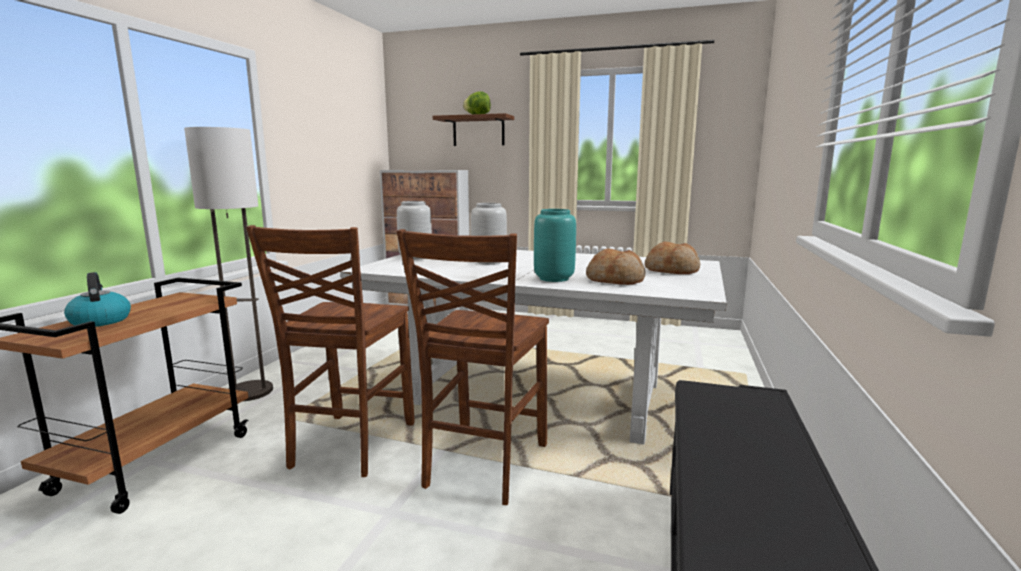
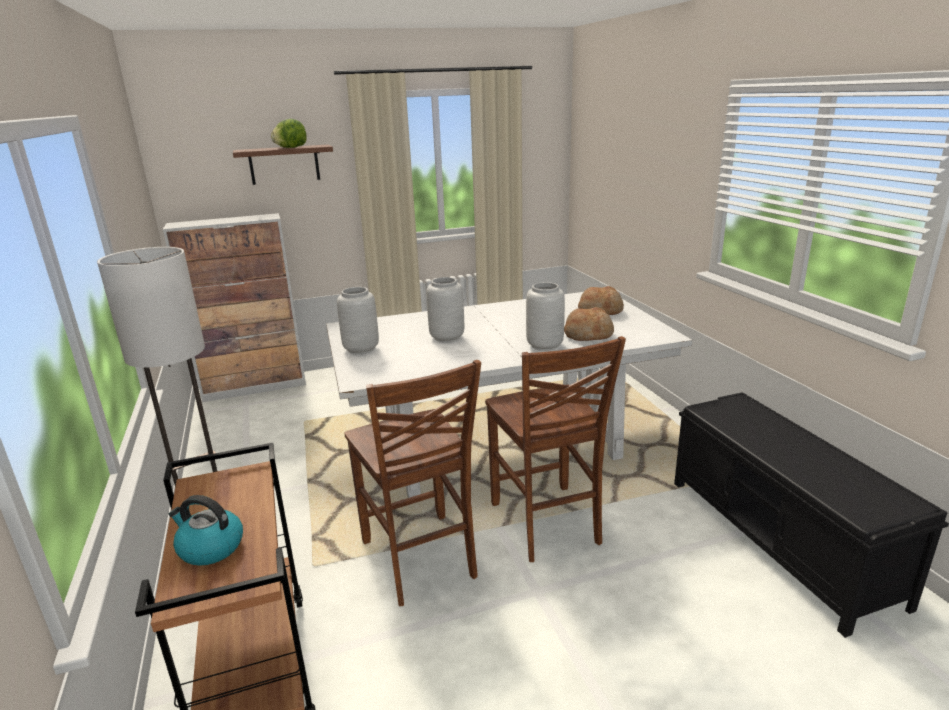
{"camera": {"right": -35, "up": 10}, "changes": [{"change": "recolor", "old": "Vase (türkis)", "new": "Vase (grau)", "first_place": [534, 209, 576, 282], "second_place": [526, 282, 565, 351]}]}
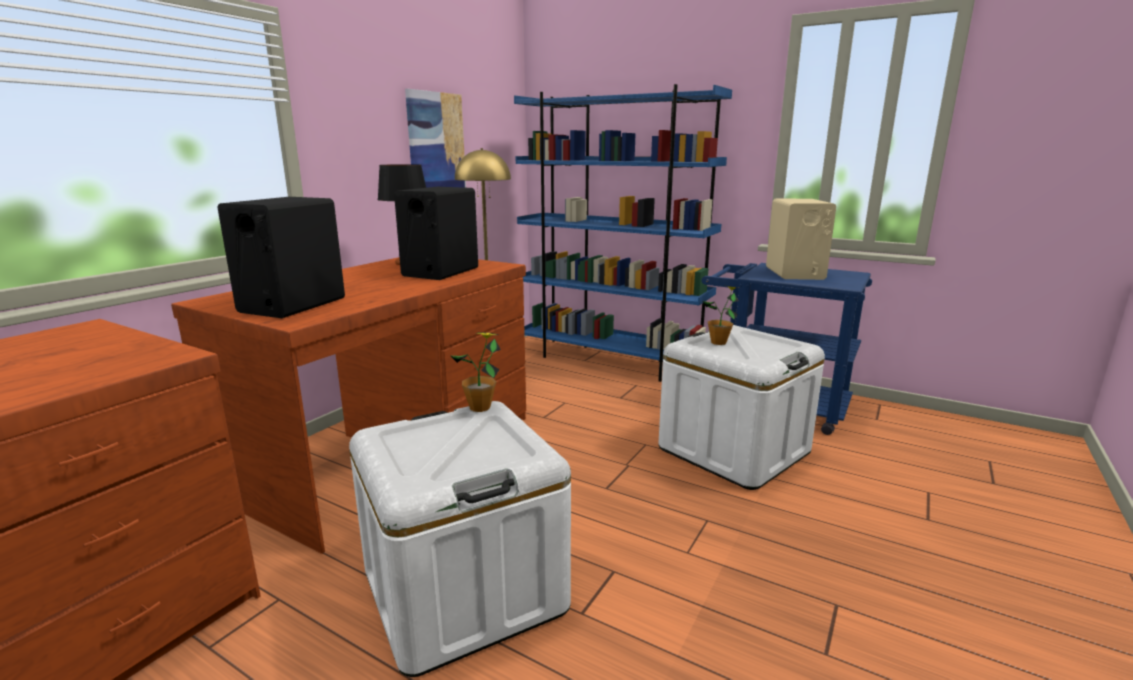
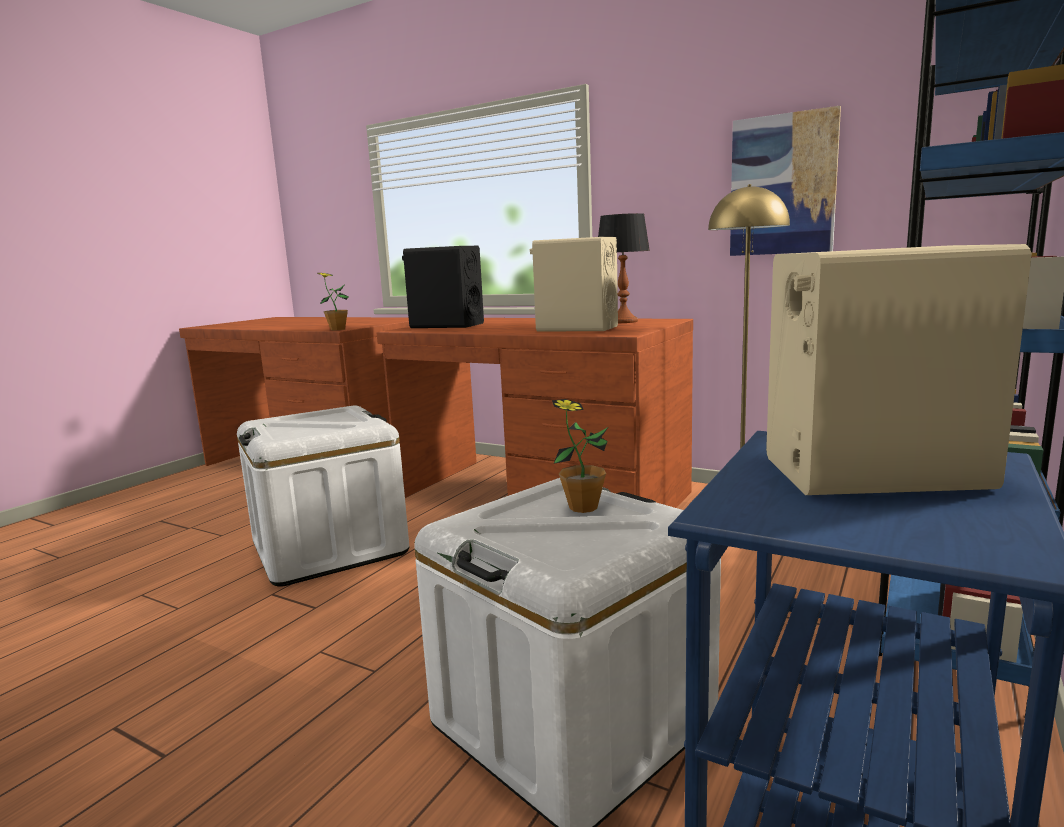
{"camera": {"right": 90, "up": -5}, "changes": [{"change": "move", "old": "Topfpflanze", "first_place": [451, 332, 501, 412], "second_place": [317, 273, 348, 330]}, {"change": "recolor", "old": "Lautsprecher (schwarz)", "new": "Lautsprecher (beige)", "first_place": [394, 187, 478, 280], "second_place": [530, 237, 618, 331]}]}
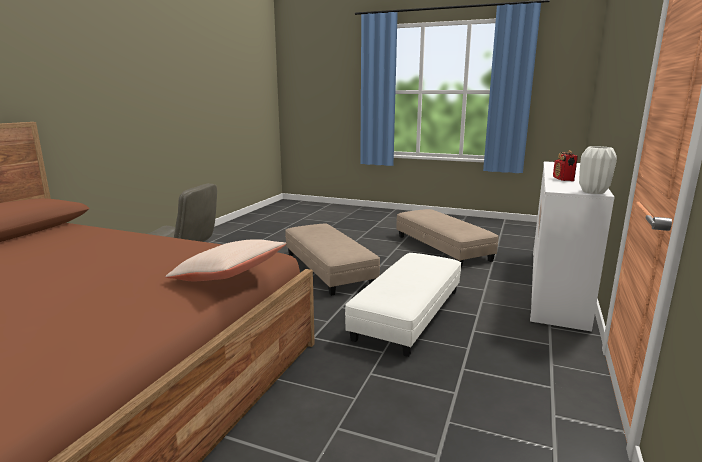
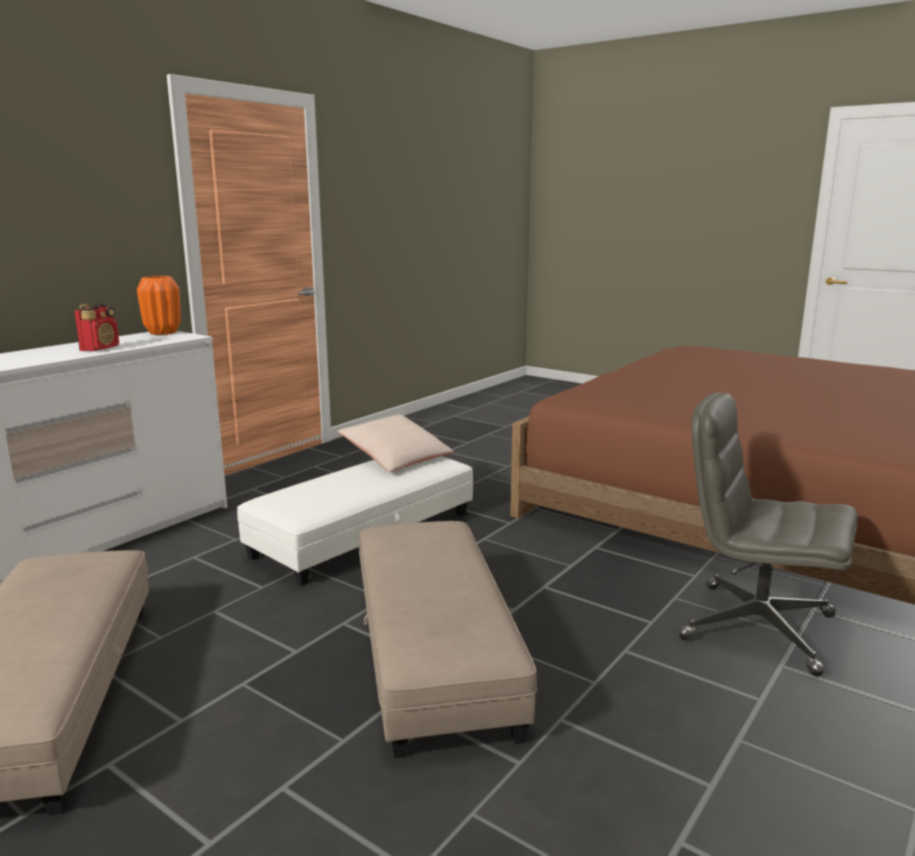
{"camera": {"right": -165, "up": 0}, "changes": [{"change": "recolor", "old": "Vase (weiß)", "new": "Vase (orange)", "first_place": [579, 146, 617, 194], "second_place": [137, 276, 181, 335]}, {"change": "move", "old": "Kissen (beige)", "first_place": [165, 239, 286, 281], "second_place": [337, 414, 453, 472]}]}
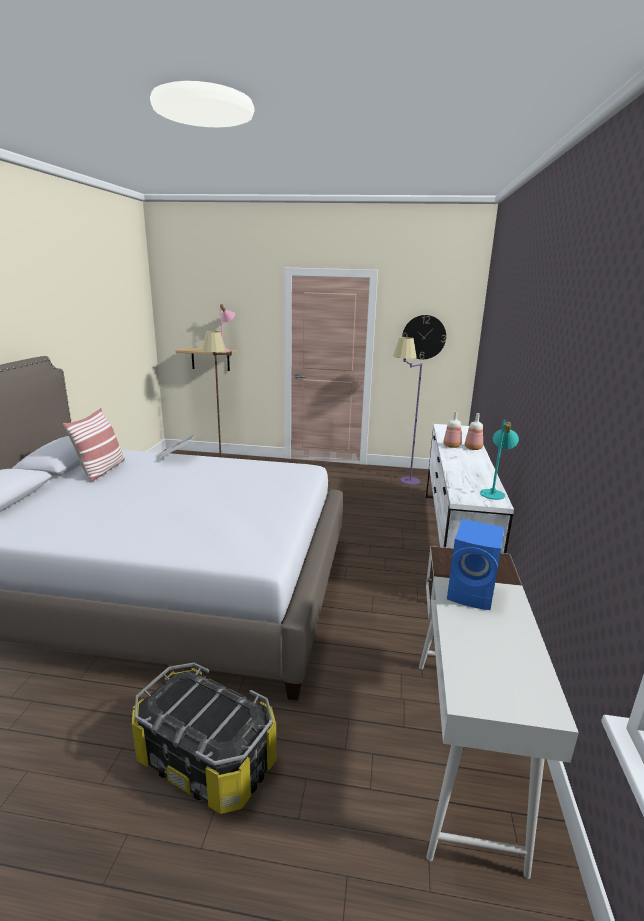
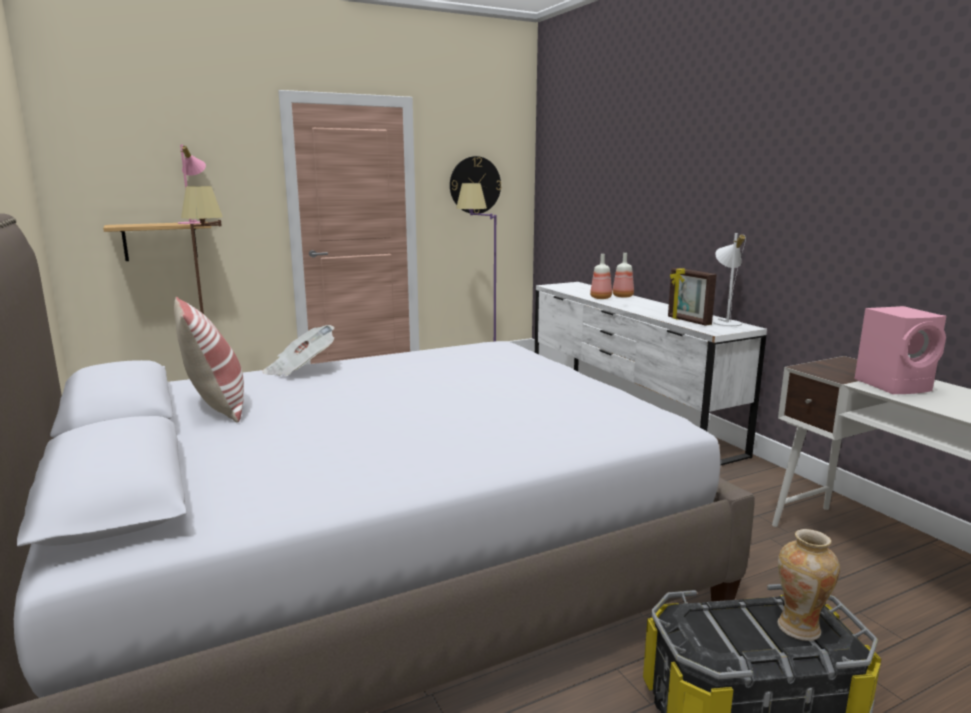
{"camera": {"right": -35, "up": -5}, "changes": [{"change": "insert", "new": "Bilderrahmen", "second_place": [668, 268, 717, 326]}, {"change": "recolor", "old": "Tischlampe (türkis)", "new": "Tischlampe (weiß)", "first_place": [480, 420, 519, 500], "second_place": [713, 233, 746, 326]}, {"change": "insert", "new": "Vase", "second_place": [777, 529, 840, 641]}, {"change": "recolor", "old": "Lautsprecher (blau)", "new": "Lautsprecher (rosa)", "first_place": [447, 519, 504, 610], "second_place": [854, 306, 946, 394]}]}
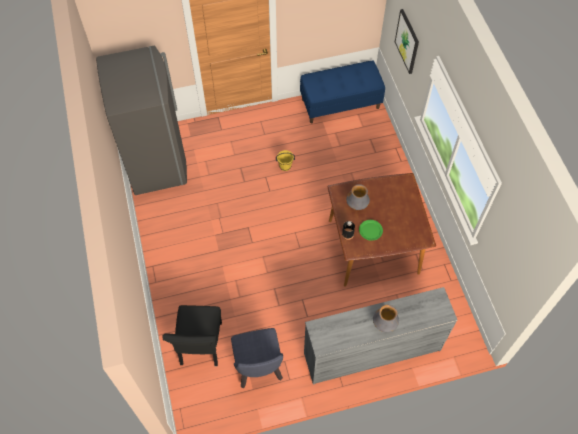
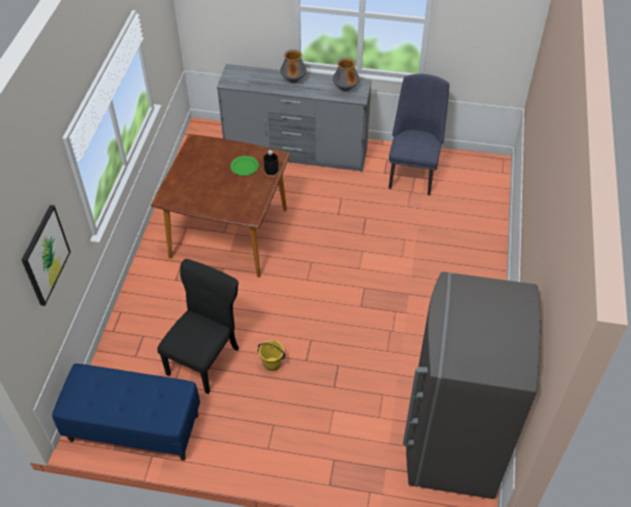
{"camera": {"right": -155, "up": -10}, "changes": [{"change": "move", "old": "Stuhl (schwarz)", "first_place": [163, 305, 222, 366], "second_place": [157, 259, 239, 394]}, {"change": "move", "old": "Vase", "first_place": [346, 184, 370, 210], "second_place": [333, 58, 359, 91]}]}
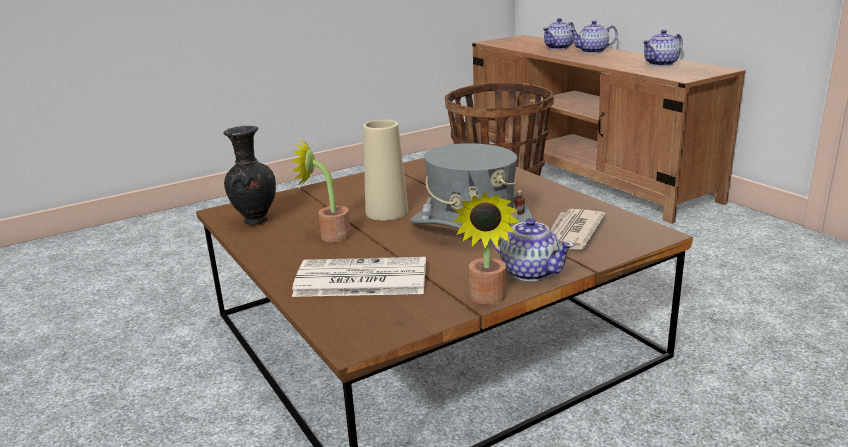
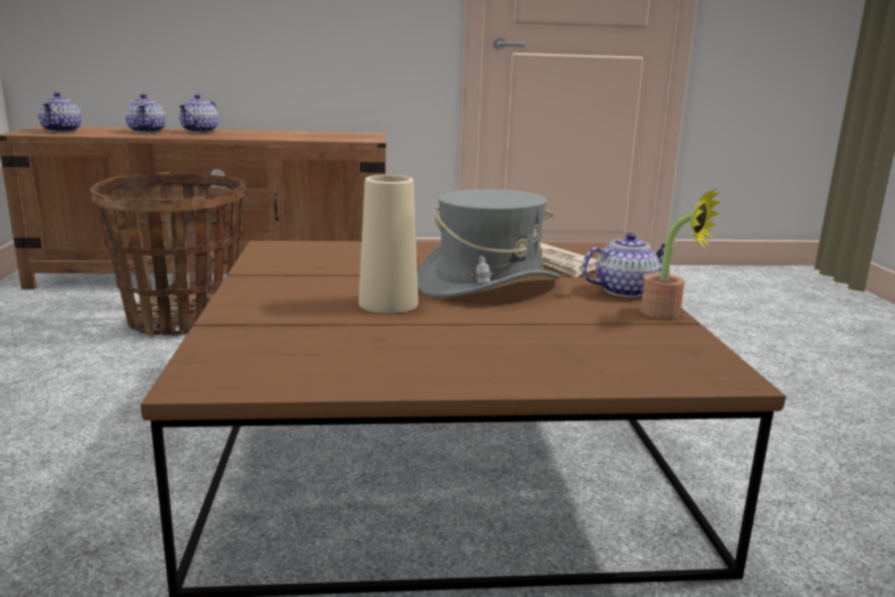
{"camera": {"right": -65, "up": -5}, "changes": [{"change": "move", "old": "Teekanne", "first_place": [642, 30, 683, 66], "second_place": [38, 92, 81, 132]}, {"change": "delete", "old": "Vase (schwarz)", "first_place": [223, 125, 276, 226]}, {"change": "delete", "old": "Topfpflanze", "first_place": [292, 138, 351, 243]}, {"change": "delete", "old": "Zeitung", "first_place": [292, 257, 426, 297]}]}
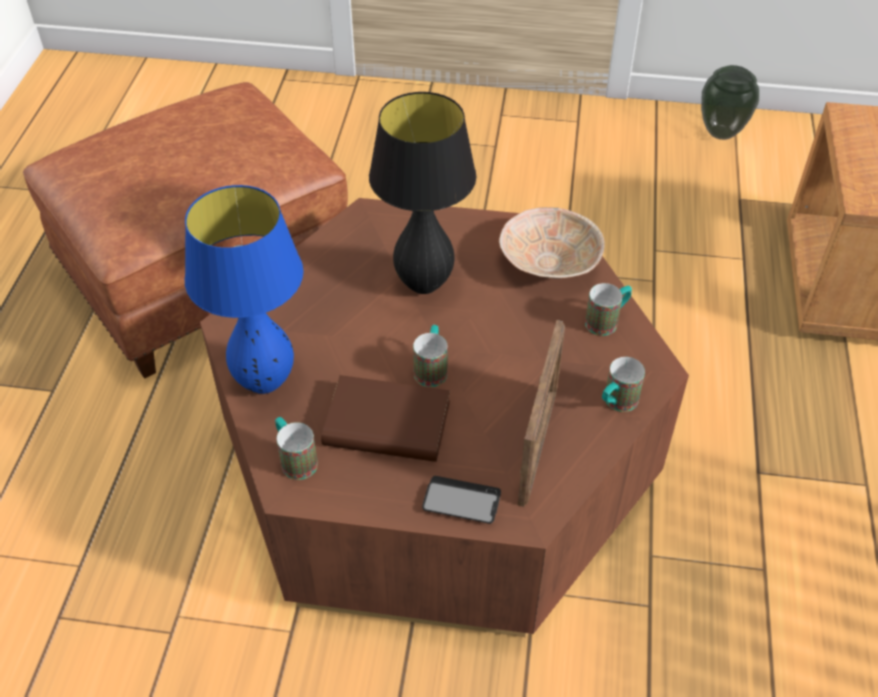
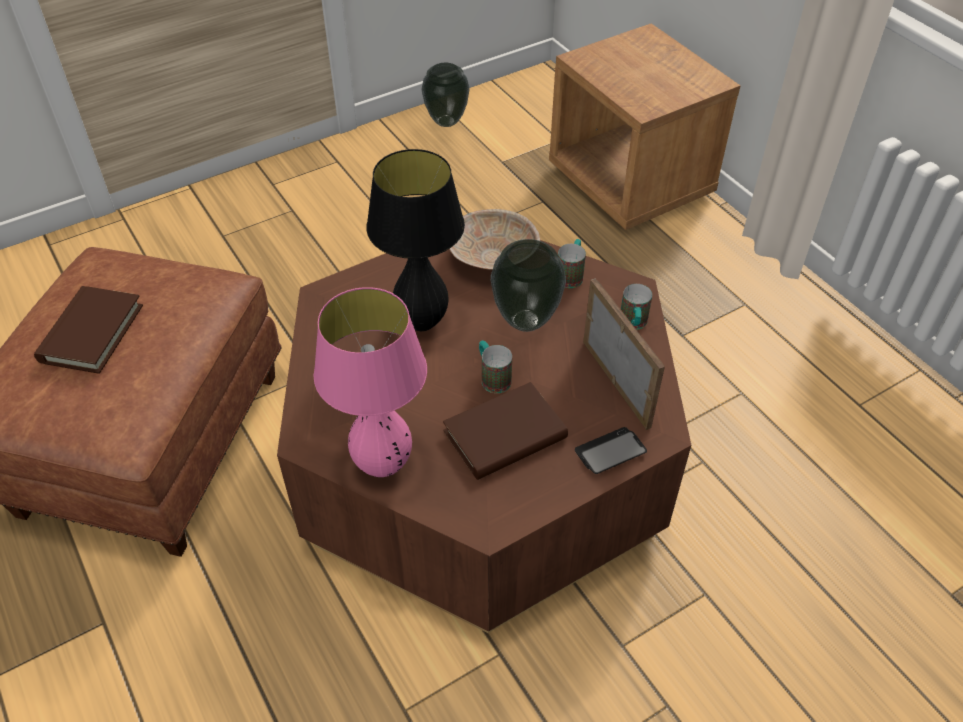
{"camera": {"right": -40, "up": 0}, "changes": [{"change": "insert", "new": "Buch (braun)", "second_place": [34, 286, 143, 374]}, {"change": "recolor", "old": "Tischlampe (blau)", "new": "Tischlampe (rosa)", "first_place": [185, 185, 304, 394], "second_place": [314, 287, 427, 477]}, {"change": "insert", "new": "Vase", "second_place": [491, 239, 566, 332]}, {"change": "delete", "old": "Henkelbecher", "first_place": [275, 417, 318, 480]}]}
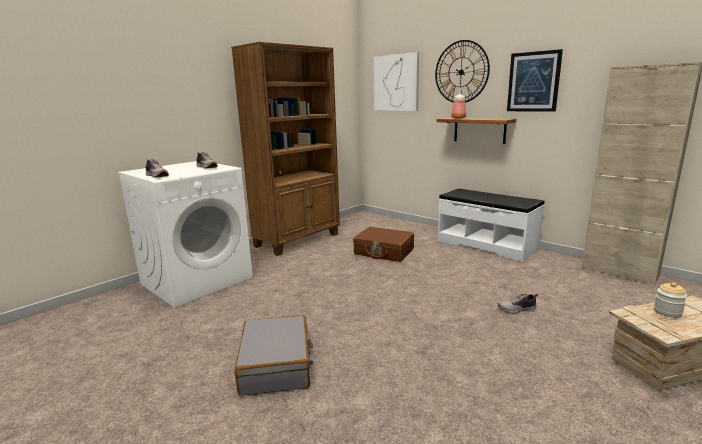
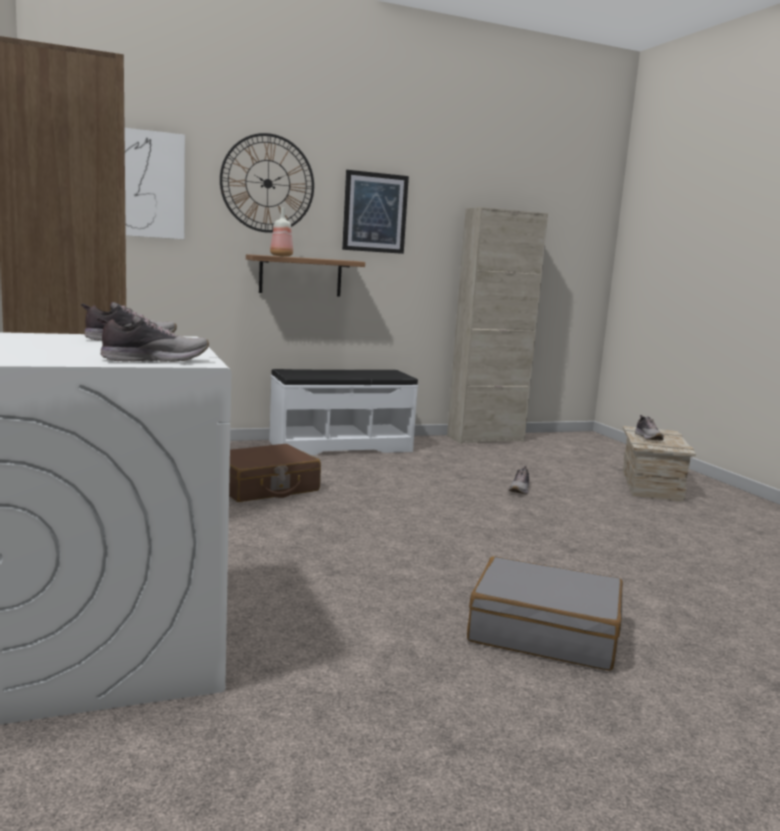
{"camera": {"right": -65, "up": -5}, "changes": [{"change": "replace", "old": "Vorratsglas", "new": "Schuh", "first_place": [654, 282, 687, 318], "second_place": [635, 415, 664, 441]}]}
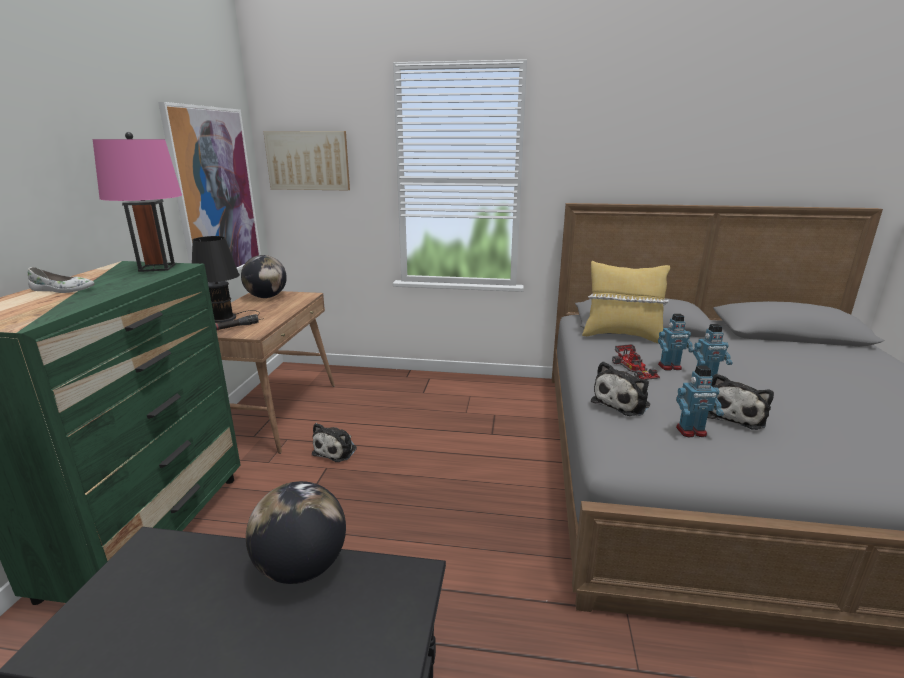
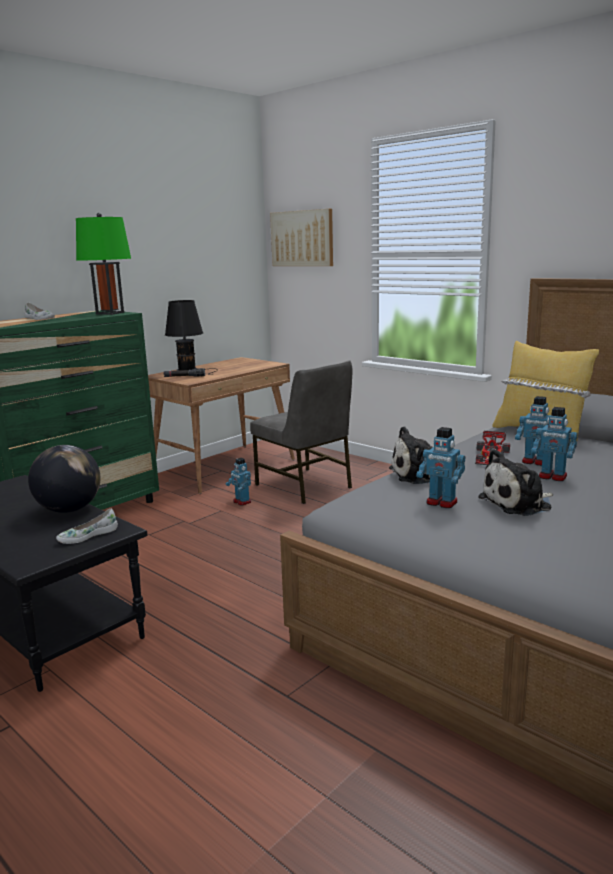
{"camera": {"right": 35, "up": -5}, "changes": [{"change": "insert", "new": "Schuh (weiß)", "second_place": [56, 509, 118, 544]}, {"change": "recolor", "old": "Tischlampe (rosa)", "new": "Tischlampe (grün)", "first_place": [92, 132, 182, 272], "second_place": [76, 213, 131, 315]}, {"change": "replace", "old": "Plüschtier", "new": "Spielzeugroboter", "first_place": [312, 423, 357, 462], "second_place": [226, 458, 251, 506]}, {"change": "insert", "new": "Stuhl (grau)", "second_place": [250, 360, 352, 504]}, {"change": "delete", "old": "Bild", "first_place": [158, 102, 261, 270]}, {"change": "delete", "old": "Globus", "first_place": [241, 255, 287, 298]}]}
